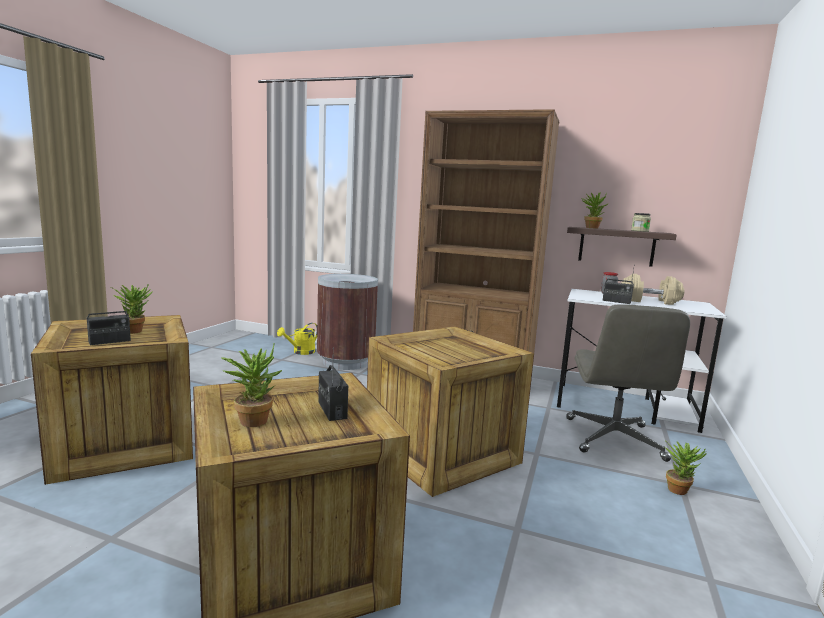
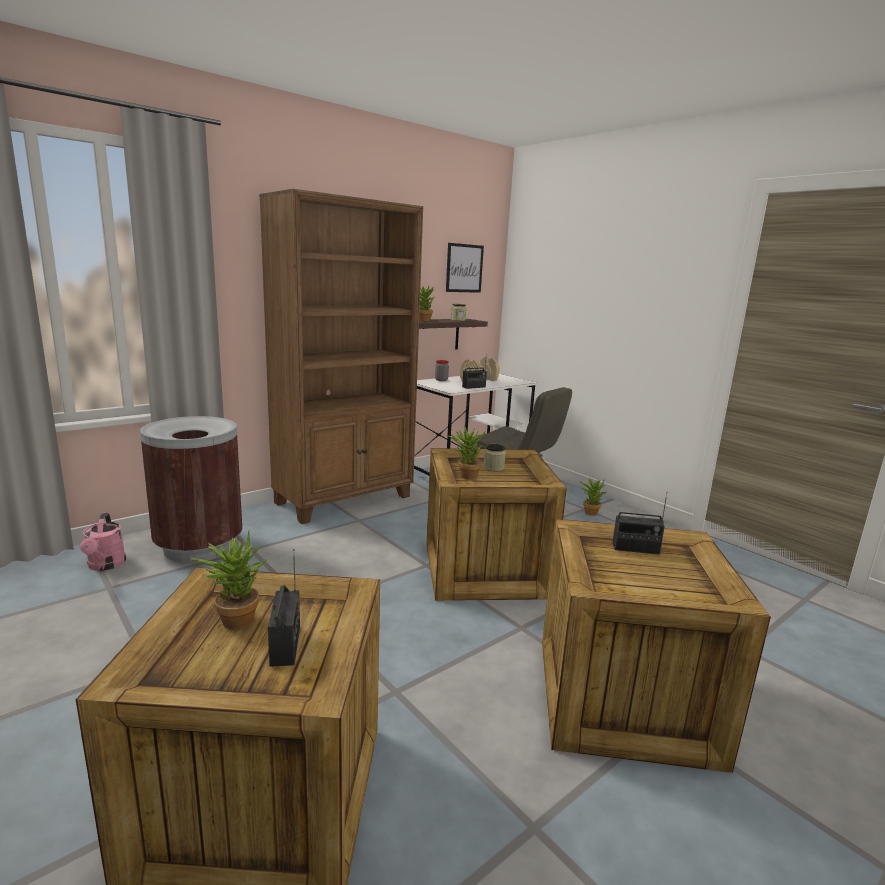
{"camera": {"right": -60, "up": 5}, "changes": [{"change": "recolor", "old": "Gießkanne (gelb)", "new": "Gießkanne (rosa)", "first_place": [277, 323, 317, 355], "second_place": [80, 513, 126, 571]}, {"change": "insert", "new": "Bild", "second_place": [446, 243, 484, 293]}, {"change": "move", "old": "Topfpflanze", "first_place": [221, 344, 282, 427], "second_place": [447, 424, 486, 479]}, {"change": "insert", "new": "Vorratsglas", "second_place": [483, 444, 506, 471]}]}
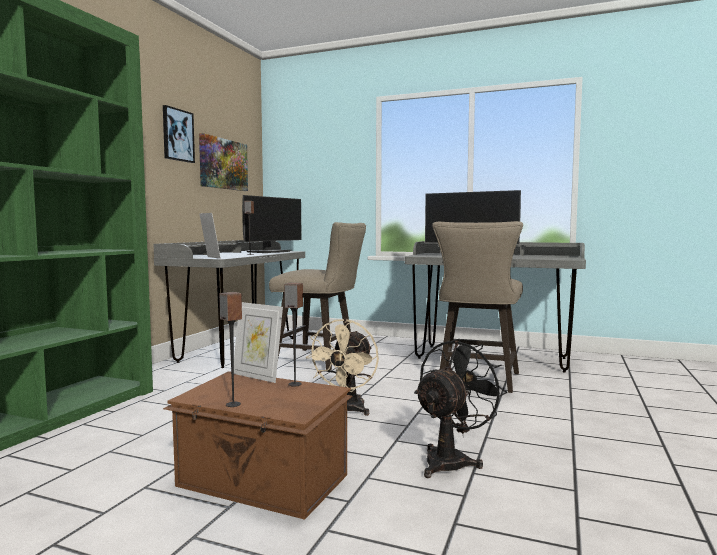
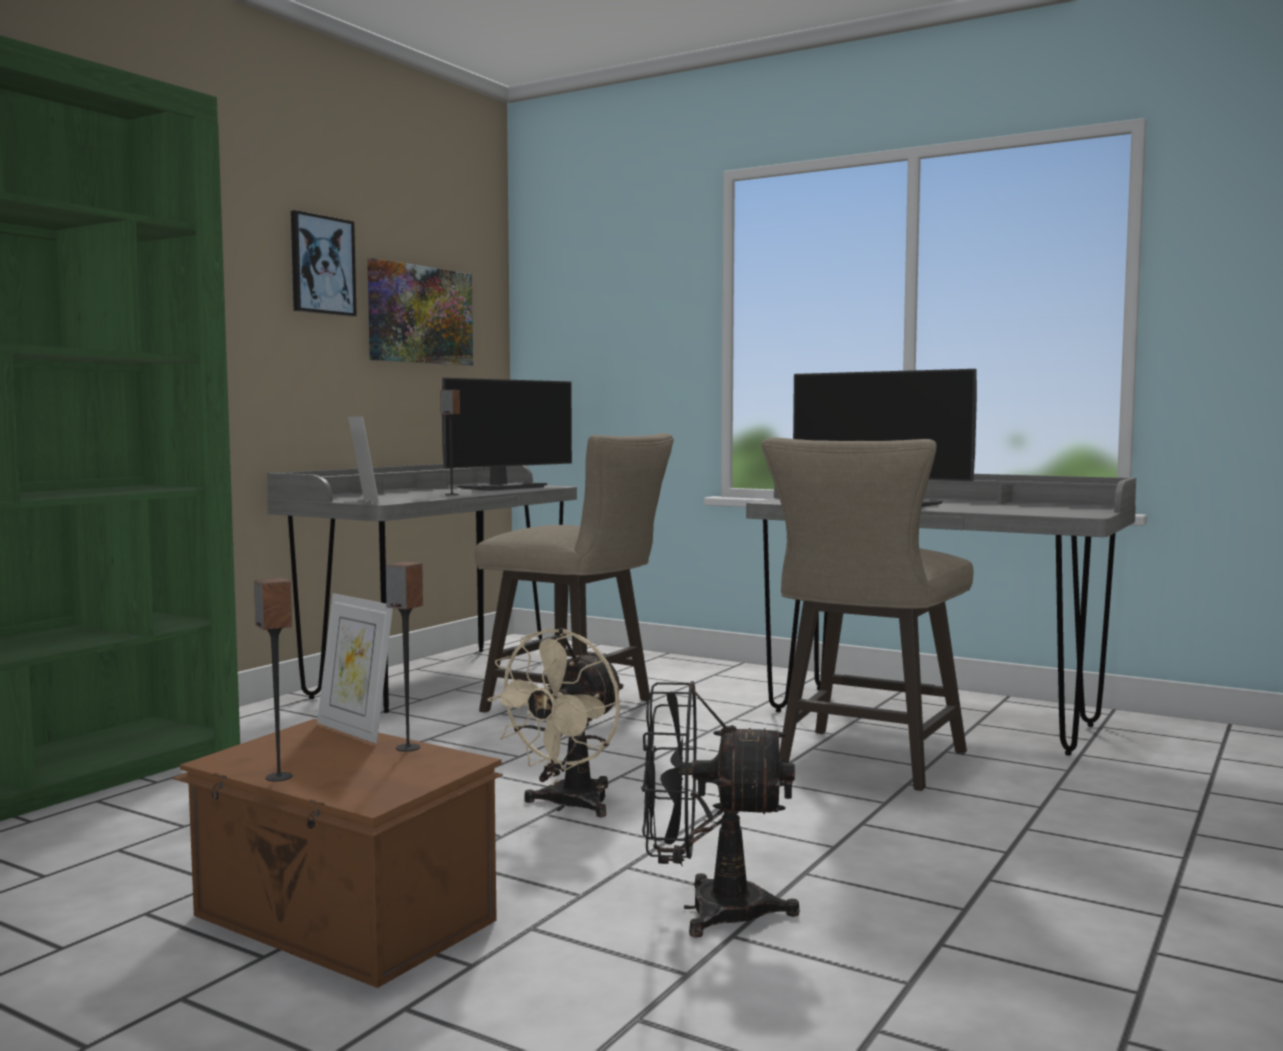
{"camera": {"right": 10, "up": 0}, "changes": [{"change": "rotate", "old": "Ventilator (schwarz)", "first_place": [414, 339, 507, 478], "second_place": [641, 681, 800, 937], "degrees": -135}]}
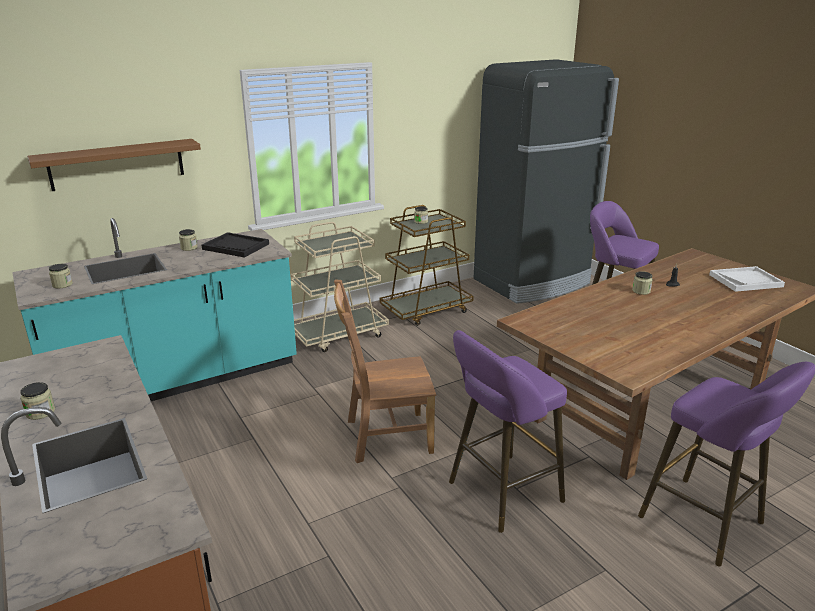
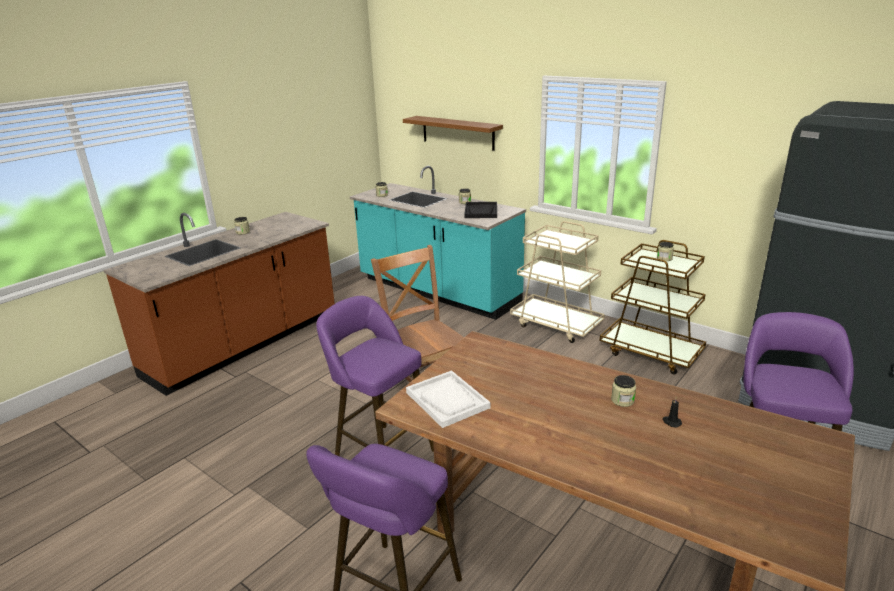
{"camera": {"right": 70, "up": 0}, "changes": [{"change": "move", "old": "Tablett (weiß)", "first_place": [709, 266, 785, 292], "second_place": [406, 370, 490, 428]}]}
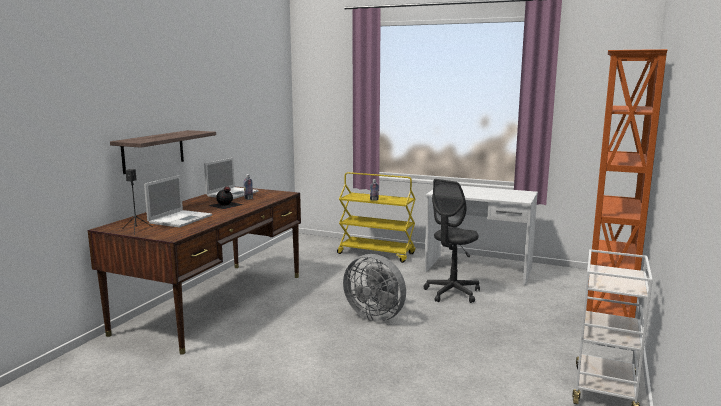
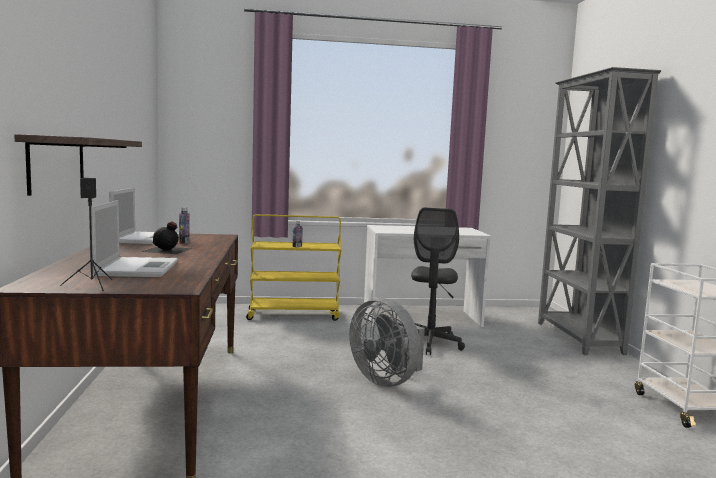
{"camera": {"right": -30, "up": -5}, "changes": [{"change": "rotate", "old": "Ventilator (grau)", "first_place": [343, 254, 406, 322], "second_place": [349, 298, 425, 387], "degrees": 45}, {"change": "recolor", "old": "Bücherregal (orange)", "new": "Bücherregal (grau)", "first_place": [586, 49, 668, 318], "second_place": [538, 67, 661, 355]}]}
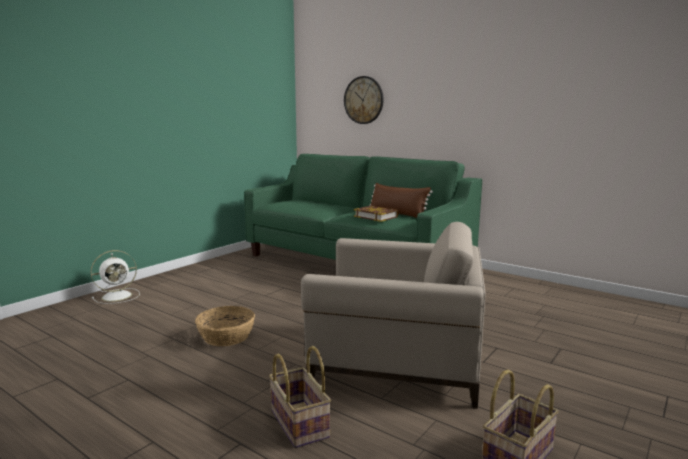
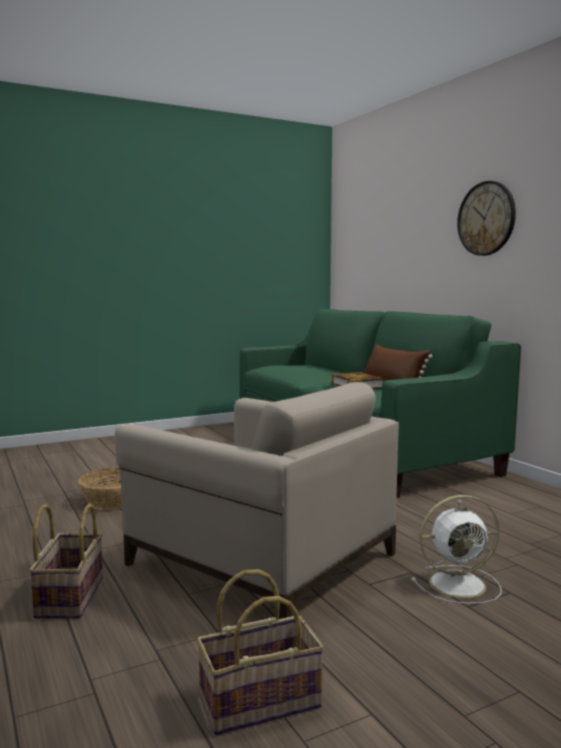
{"camera": {"right": 25, "up": -5}, "changes": [{"change": "move", "old": "Ventilator (weiß)", "first_place": [91, 250, 140, 304], "second_place": [411, 495, 501, 604]}, {"change": "move", "old": "Wanduhr", "first_place": [344, 76, 384, 124], "second_place": [457, 181, 516, 256]}]}
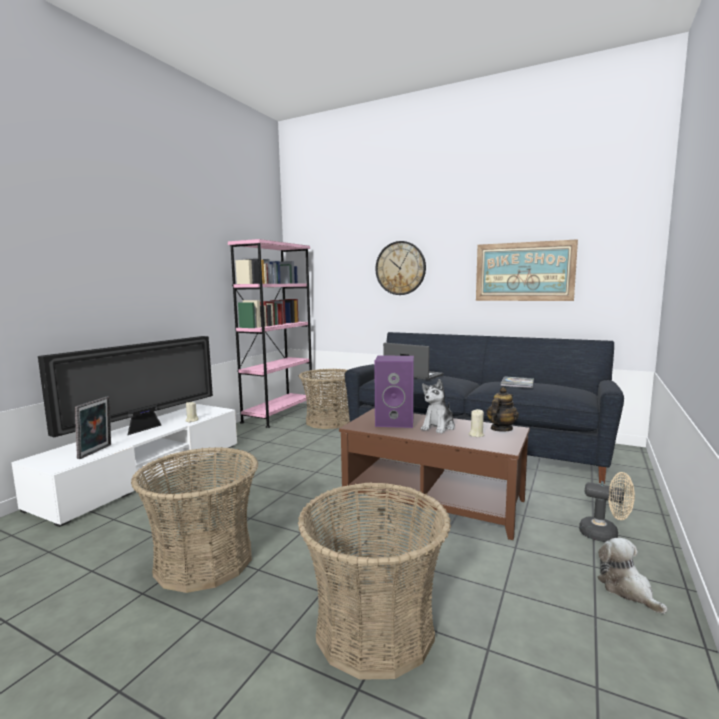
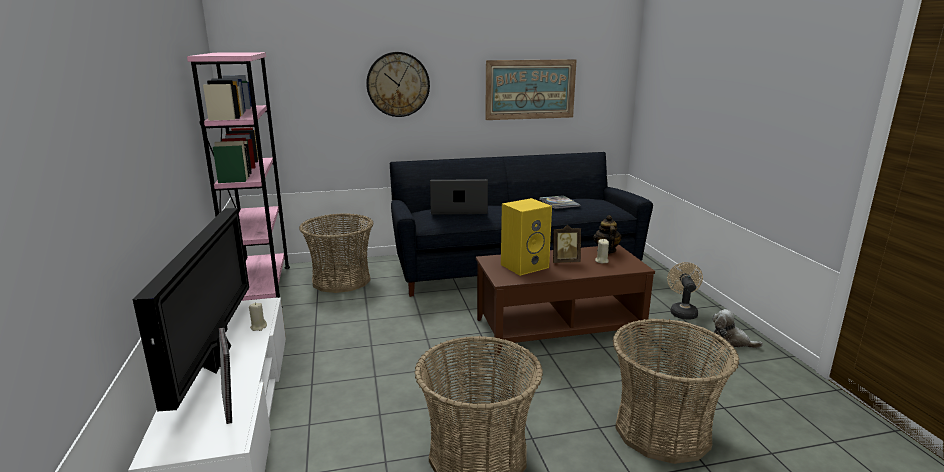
{"camera": {"right": -40, "up": 10}, "changes": [{"change": "recolor", "old": "Lautsprecher (lila)", "new": "Lautsprecher (gelb)", "first_place": [374, 355, 414, 428], "second_place": [501, 198, 552, 276]}, {"change": "replace", "old": "Plüschtier", "new": "Bilderrahmen", "first_place": [421, 379, 455, 434], "second_place": [553, 225, 581, 263]}, {"change": "rotate", "old": "Ventilator (beige)", "first_place": [579, 472, 635, 542], "second_place": [667, 262, 703, 320], "degrees": -75}]}
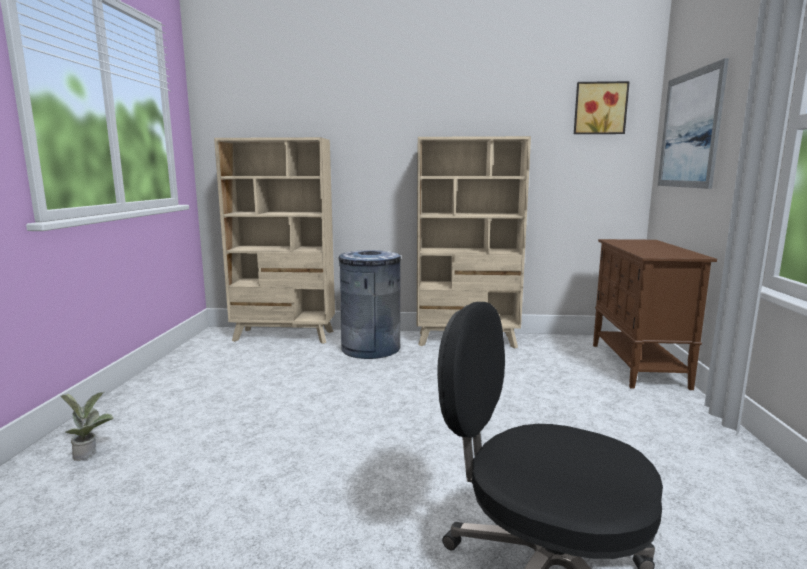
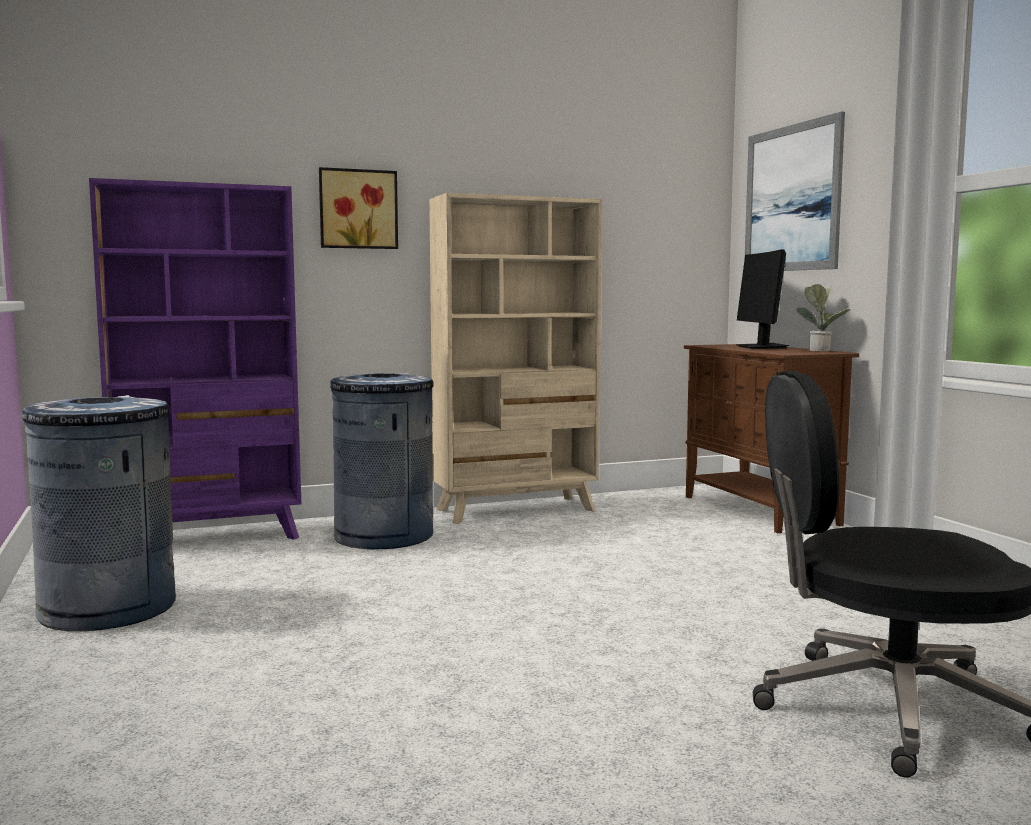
{"camera": {"right": -25, "up": -5}, "changes": [{"change": "insert", "new": "Mülleimer (grau)", "second_place": [22, 395, 176, 631]}, {"change": "recolor", "old": "Bücherregal (beige)", "new": "Bücherregal (lila)", "first_place": [214, 137, 335, 344], "second_place": [89, 178, 301, 539]}, {"change": "move", "old": "Bild", "first_place": [574, 81, 630, 134], "second_place": [319, 167, 398, 249]}, {"change": "insert", "new": "Monitor", "second_place": [737, 249, 790, 349]}, {"change": "move", "old": "Topfpflanze", "first_place": [60, 392, 114, 461], "second_place": [797, 284, 851, 352]}]}
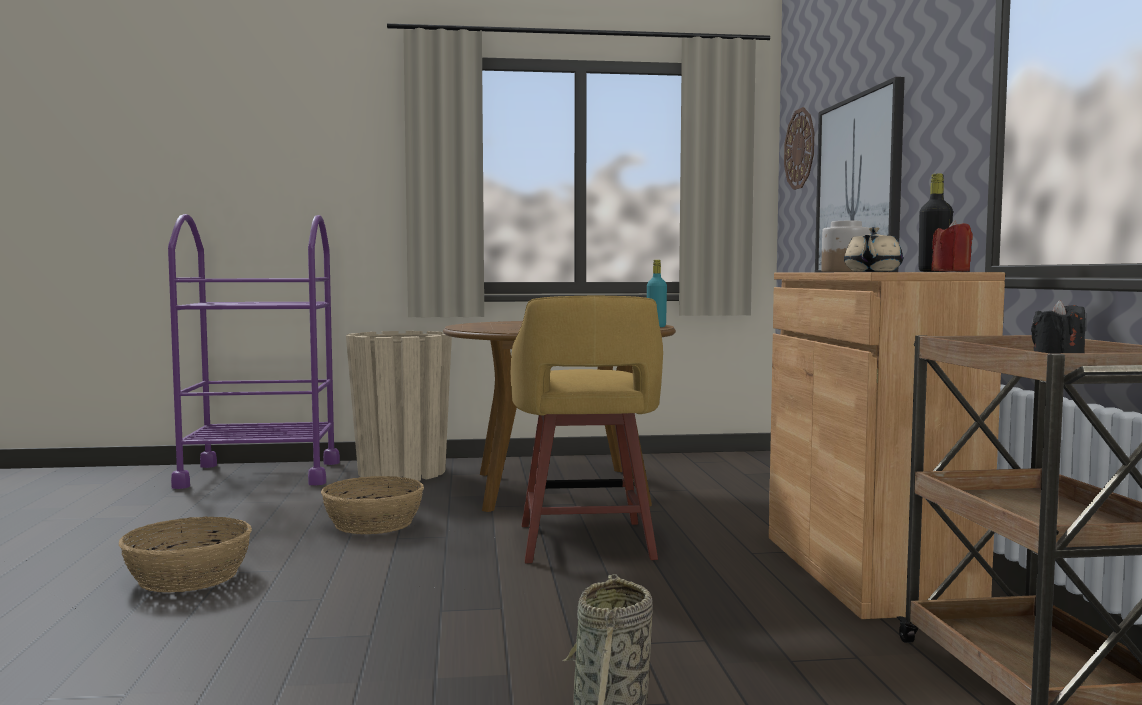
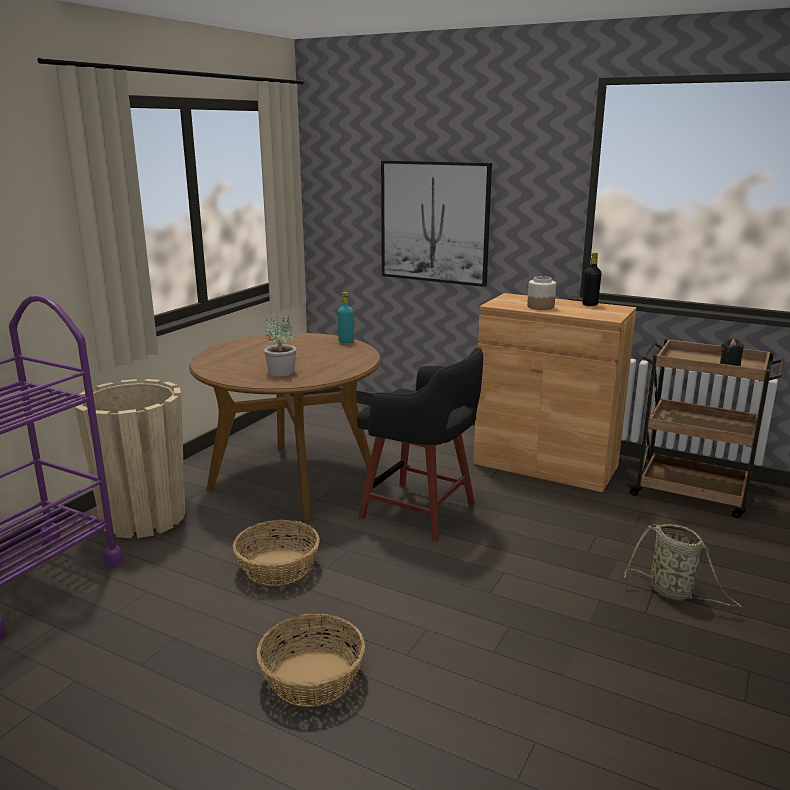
{"camera": {"right": -55, "up": 15}, "changes": [{"change": "insert", "new": "Topfpflanze", "second_place": [264, 316, 296, 376]}, {"change": "recolor", "old": "Hocker (gelb)", "new": "Hocker (schwarz)", "first_place": [511, 296, 663, 563], "second_place": [357, 347, 483, 541]}, {"change": "delete", "old": "Wanduhr", "first_place": [784, 107, 814, 190]}, {"change": "delete", "old": "Teekanne (beige)", "first_place": [844, 227, 903, 272]}, {"change": "delete", "old": "Kerze (rot)", "first_place": [931, 220, 973, 272]}]}
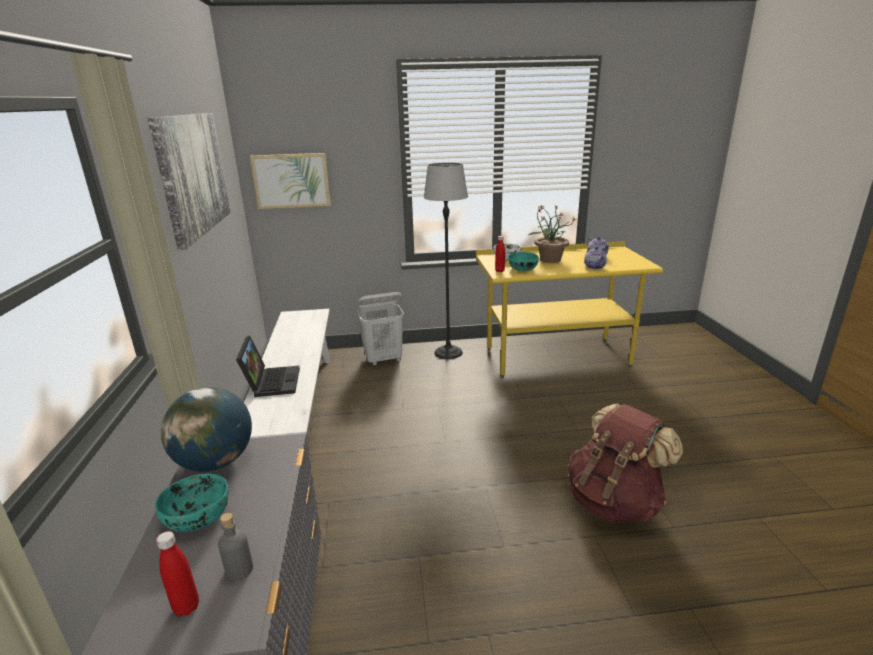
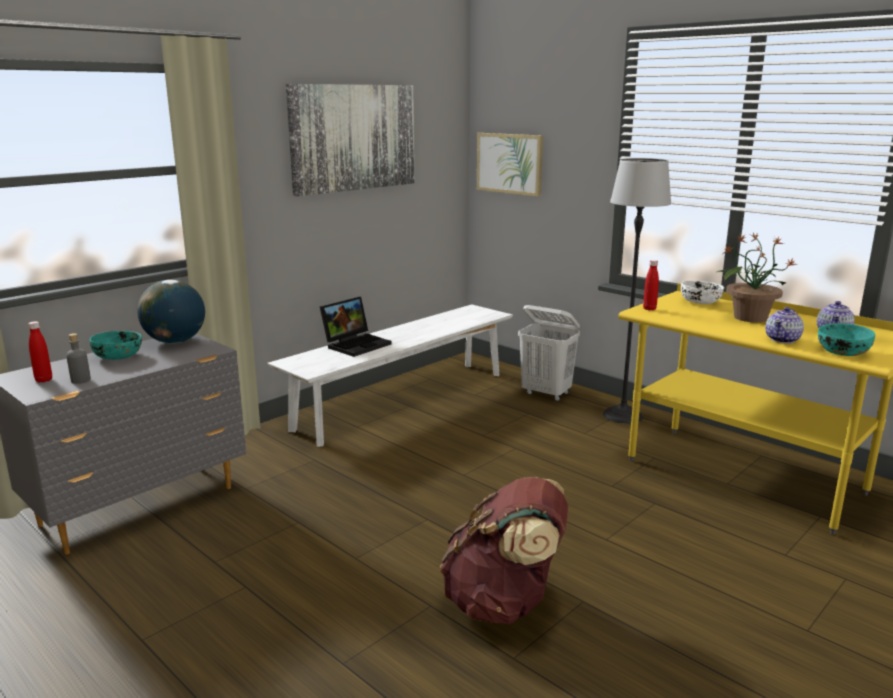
{"camera": {"right": 50, "up": -5}, "changes": [{"change": "move", "old": "Schüssel (türkis)", "first_place": [508, 252, 539, 271], "second_place": [818, 323, 875, 356]}]}
